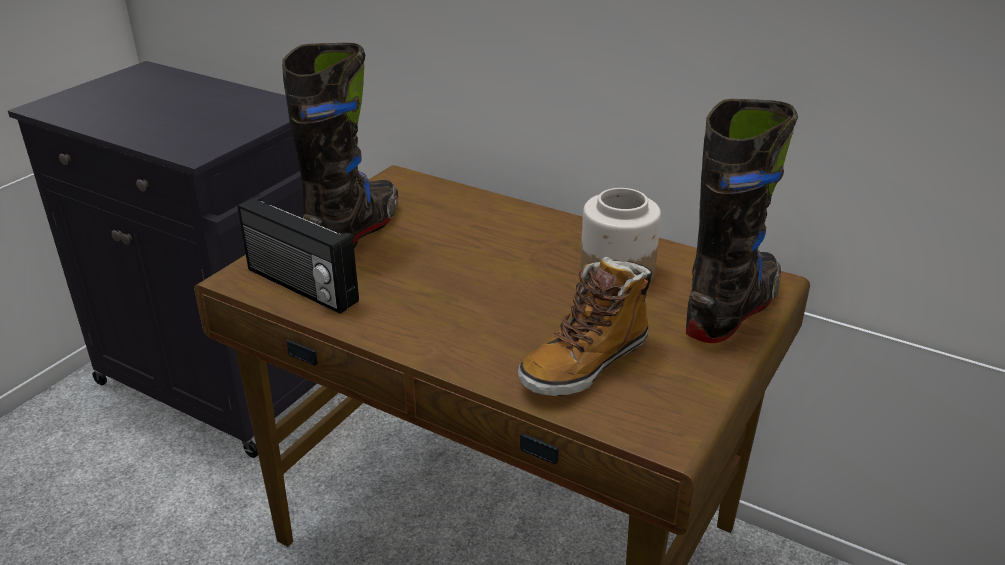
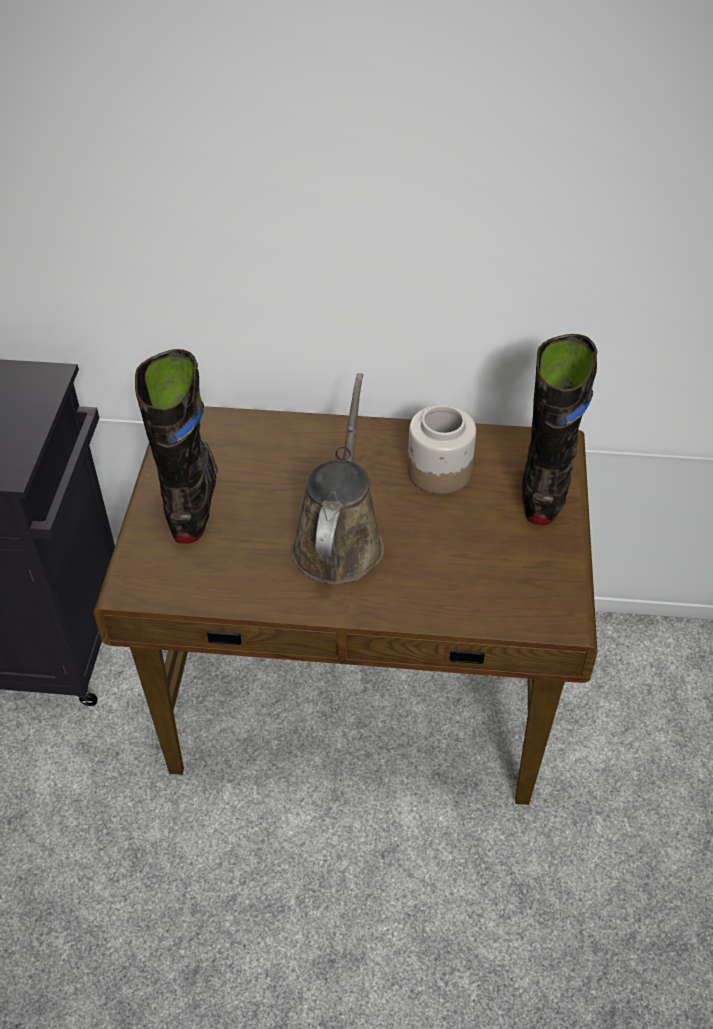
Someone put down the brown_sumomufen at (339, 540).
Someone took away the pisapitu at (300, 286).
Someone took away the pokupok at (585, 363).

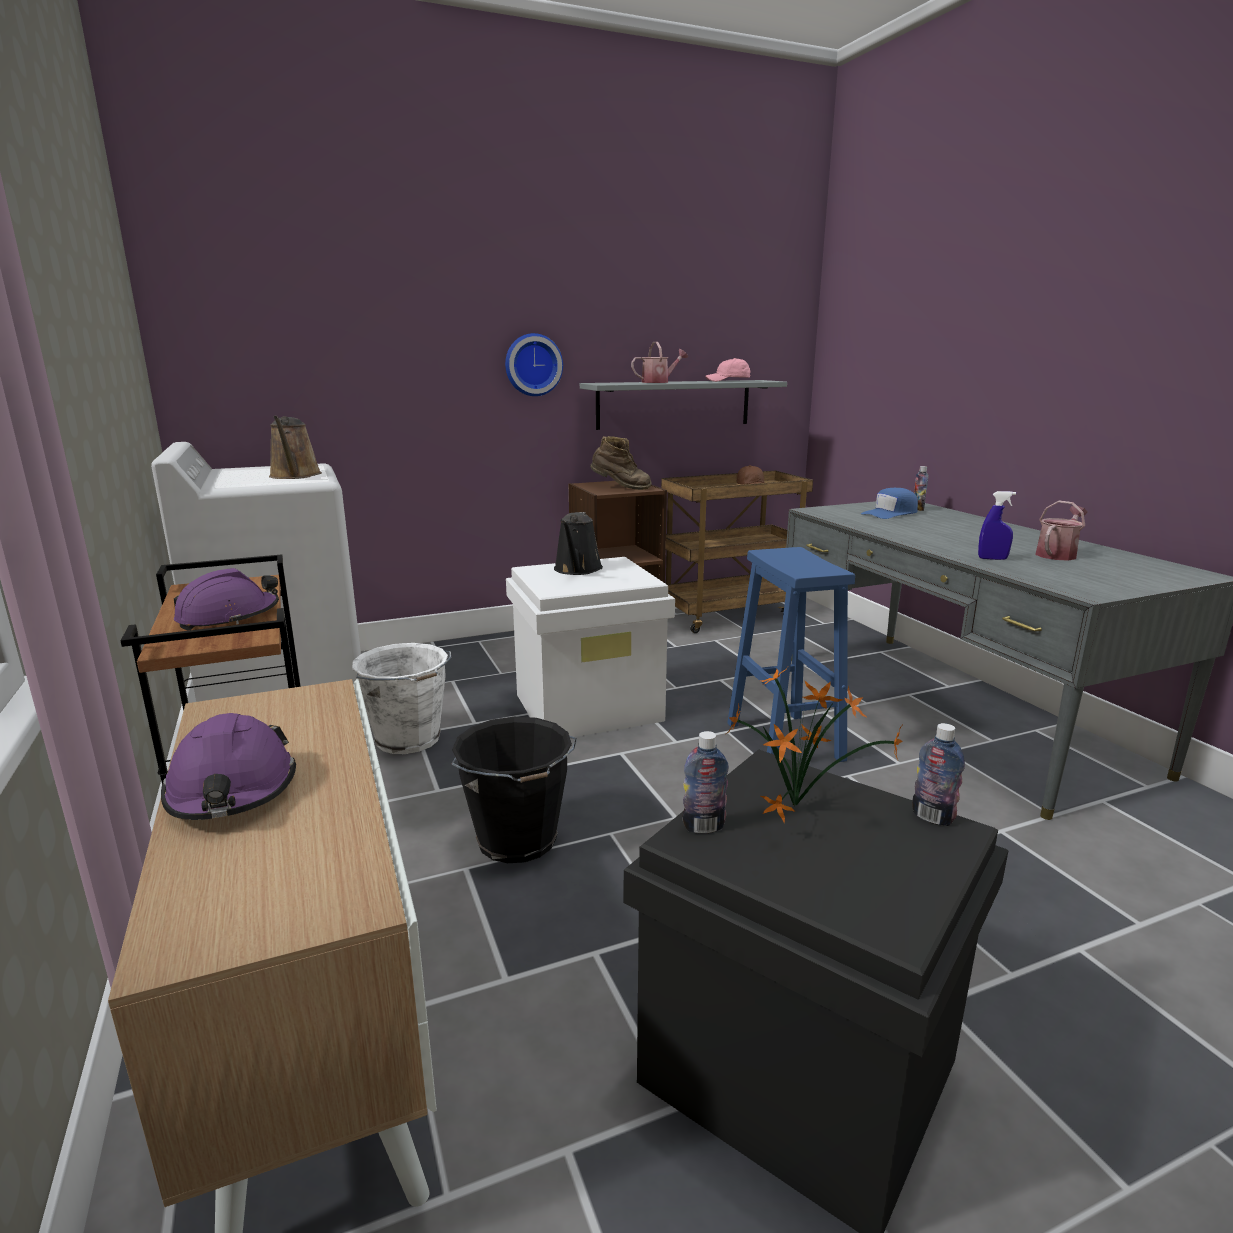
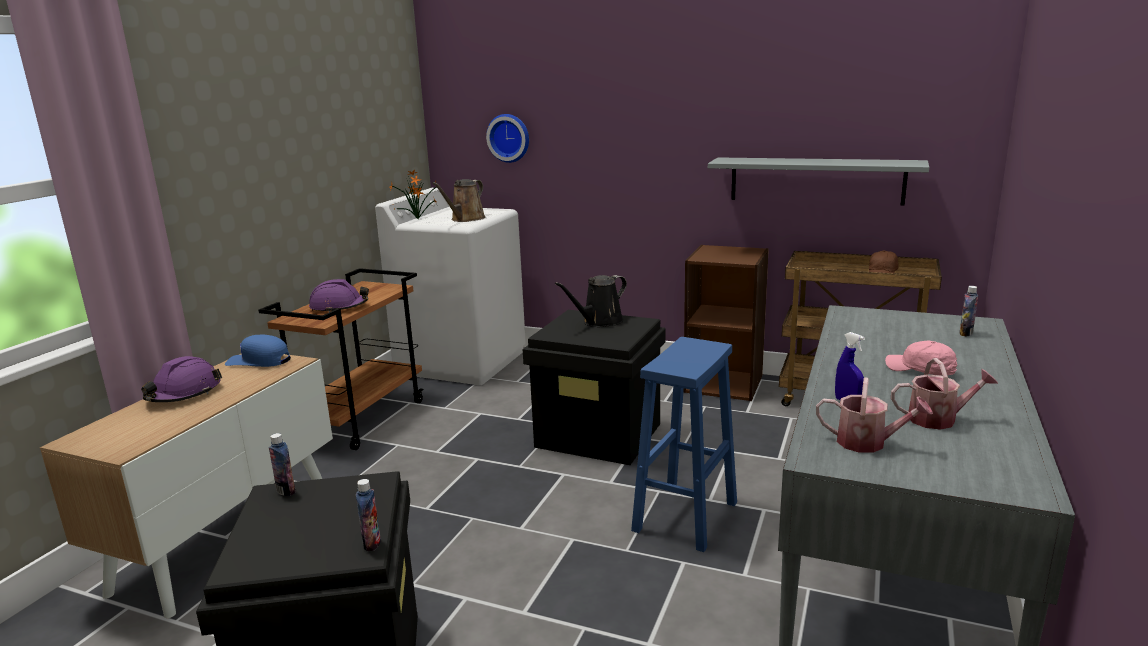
Someone carried the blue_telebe from (890, 513) to (259, 361).
Someone carried the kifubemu from (797, 806) to (419, 219).
Someone carried the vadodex from (532, 365) to (509, 138).
Someone repainted the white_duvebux at (589, 707), which became the black_duvebux at (600, 435).
Someone carried the sumomufen from (658, 382) to (868, 443).
Someone carried the pink_telebe from (728, 381) to (920, 371).
Someone took away the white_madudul at (409, 740).
Someone took away the black_madudul at (518, 841).
Someone took away the brown_pokupok at (620, 488).

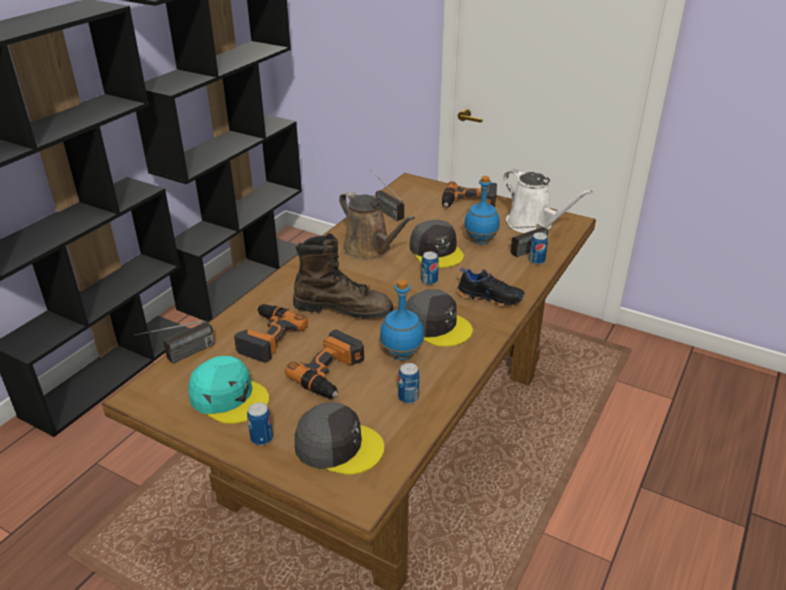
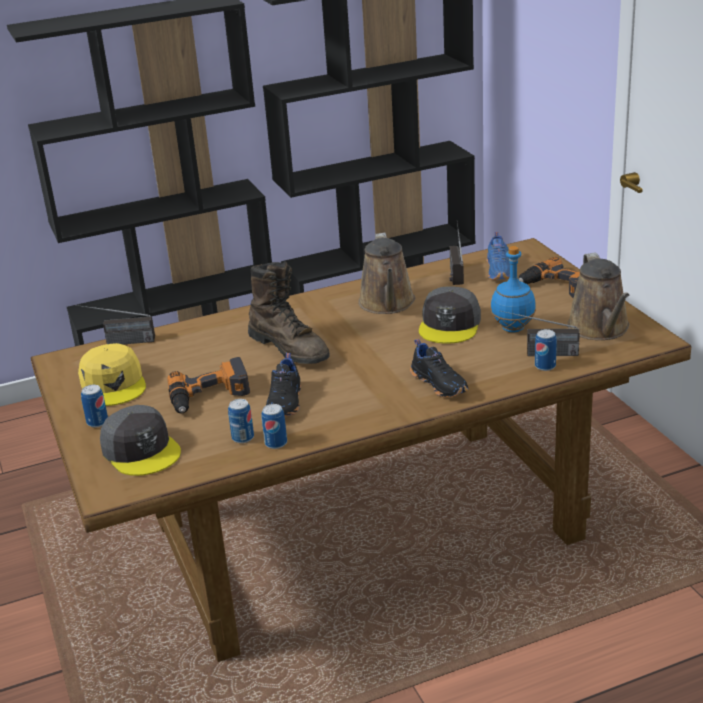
Someone repainted the turquoise_telebe at (229, 397), which became the yellow_telebe at (113, 384).
Someone carried the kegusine from (429, 281) to (276, 443).
Someone swapped the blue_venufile at (401, 354) for the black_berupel at (286, 403).
Someone put down the blue_berupel at (500, 271).
Someone repainted the white_sumomufen at (533, 224), which became the brown_sumomufen at (600, 329).
Someone took away the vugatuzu at (266, 336).
Someone took away the grey_telebe at (436, 325).

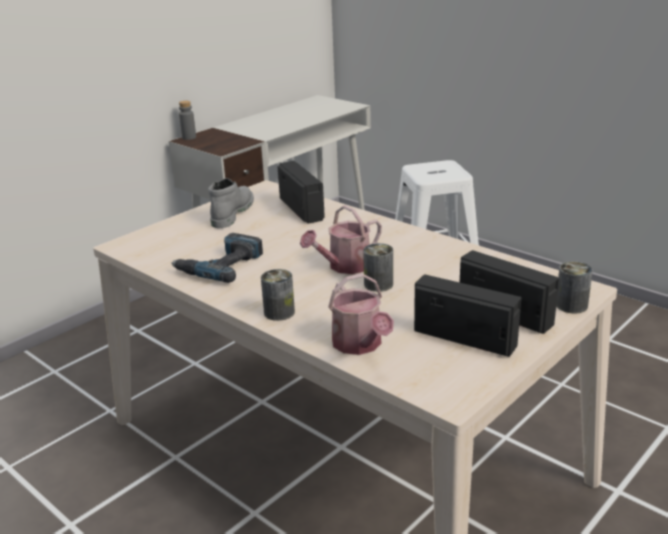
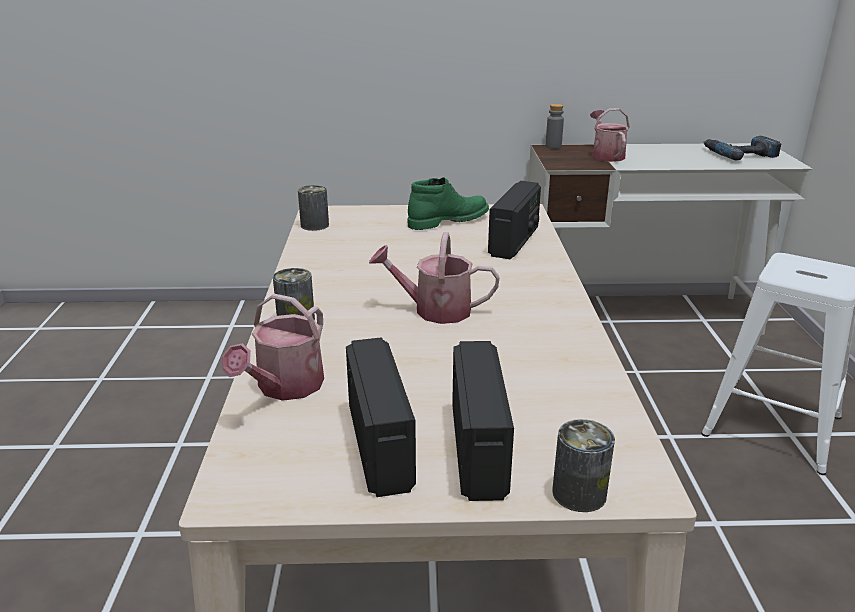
Someone carried the kegusine from (378, 284) to (314, 225).
Someone repainted the grey_pokupok at (231, 213), which became the green_pokupok at (447, 221).
Someone put down the sumomufen at (606, 155).
Someone carried the vugatuzu from (221, 265) to (740, 154).

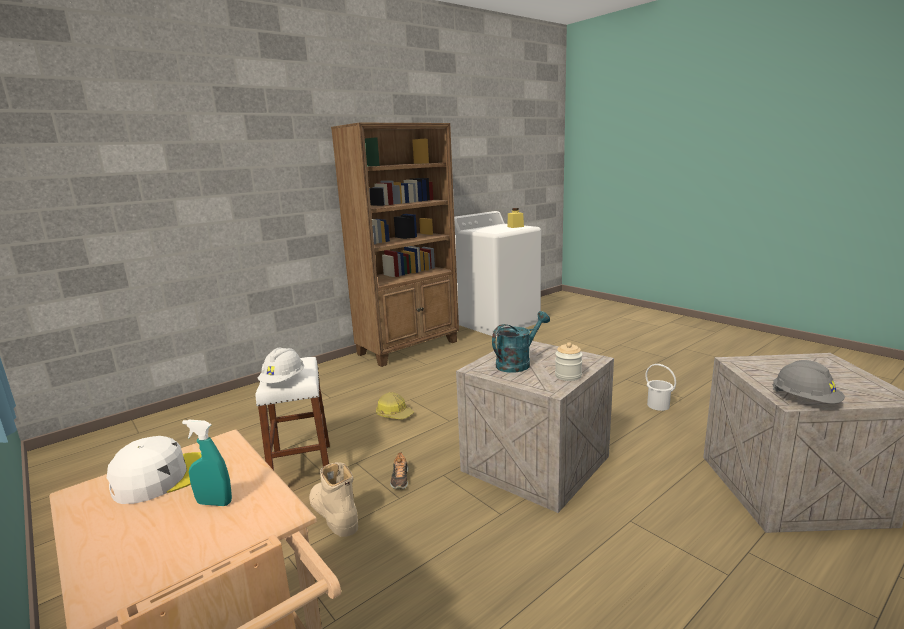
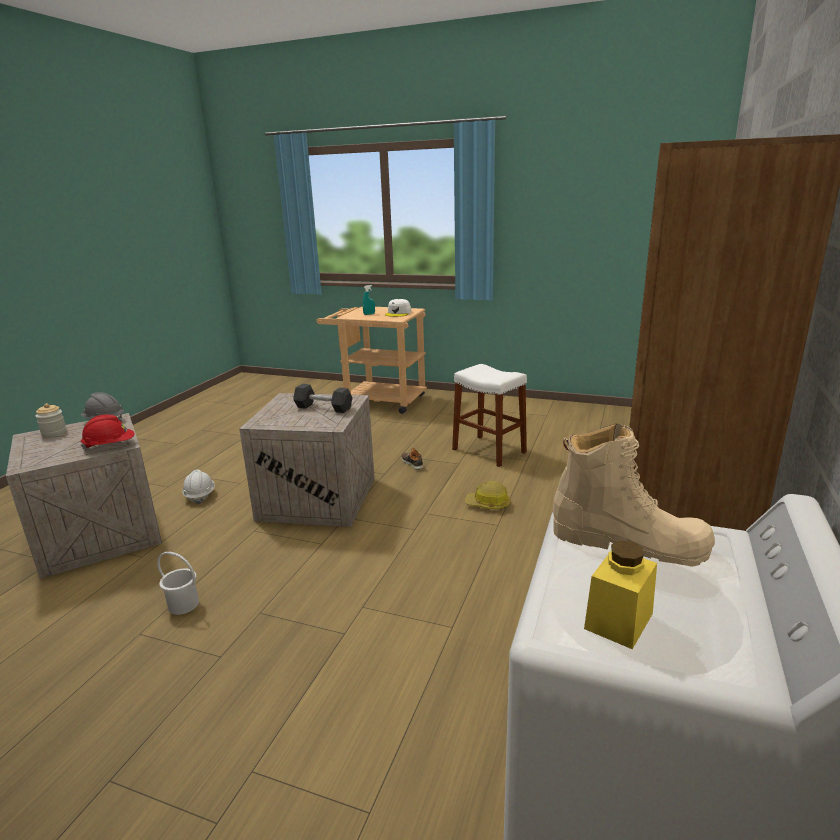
Someone carried the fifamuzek from (568, 376) to (54, 432).
Someone put down the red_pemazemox at (110, 446).
Someone carried the white_pemazemox from (283, 381) to (200, 496).
Someone swapped the turquoise_sumomufen at (517, 363) for the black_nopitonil at (323, 408).
Someone carried the beige_pokupok from (334, 514) to (628, 542).

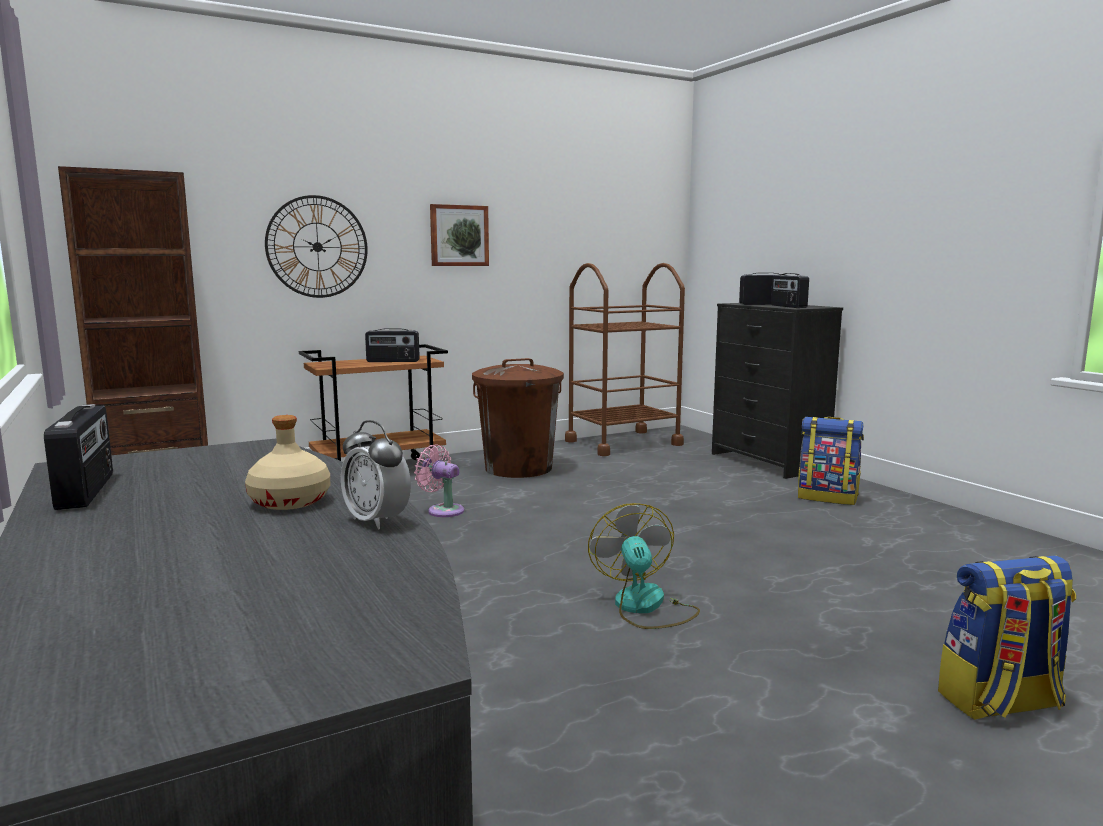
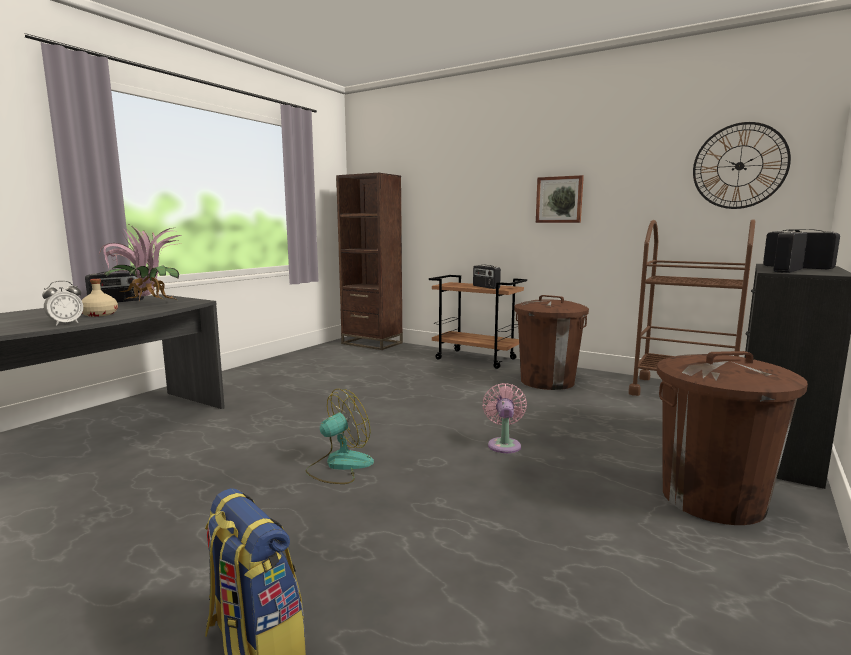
Someone rotated the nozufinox at (377, 521) by 150 degrees counterclockwise.
Someone put down the kifubemu at (147, 304).
Someone carried the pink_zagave from (443, 510) to (504, 444).
Someone swapped the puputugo at (827, 497) for the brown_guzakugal at (713, 499).
Someone carried the vadodex from (317, 247) to (739, 166).

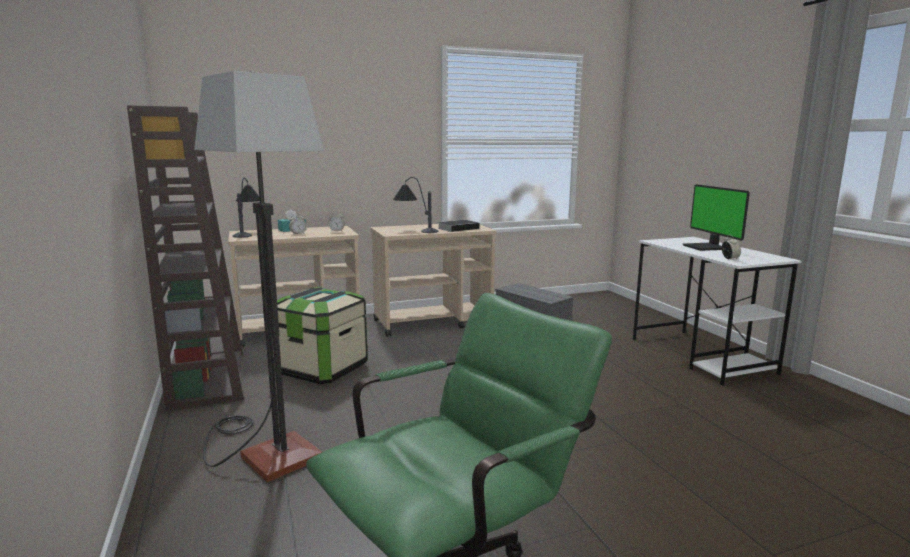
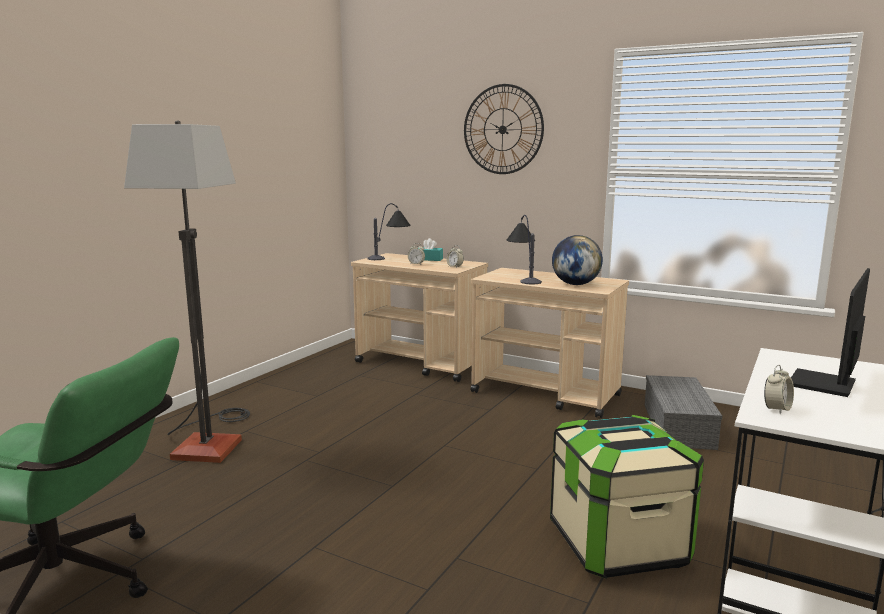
Someone put up the vadodex at (502, 129).
Someone carried the duvebux from (322, 369) to (618, 544).
Someone swapped the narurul at (459, 228) for the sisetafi at (575, 284).
Someone took away the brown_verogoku at (207, 378).

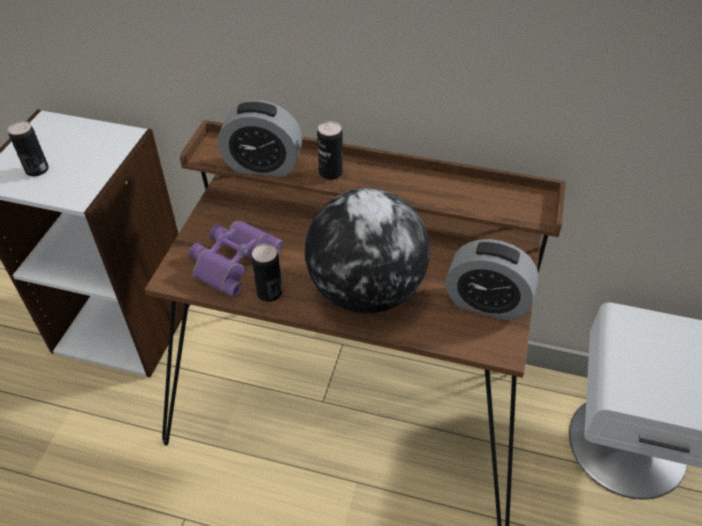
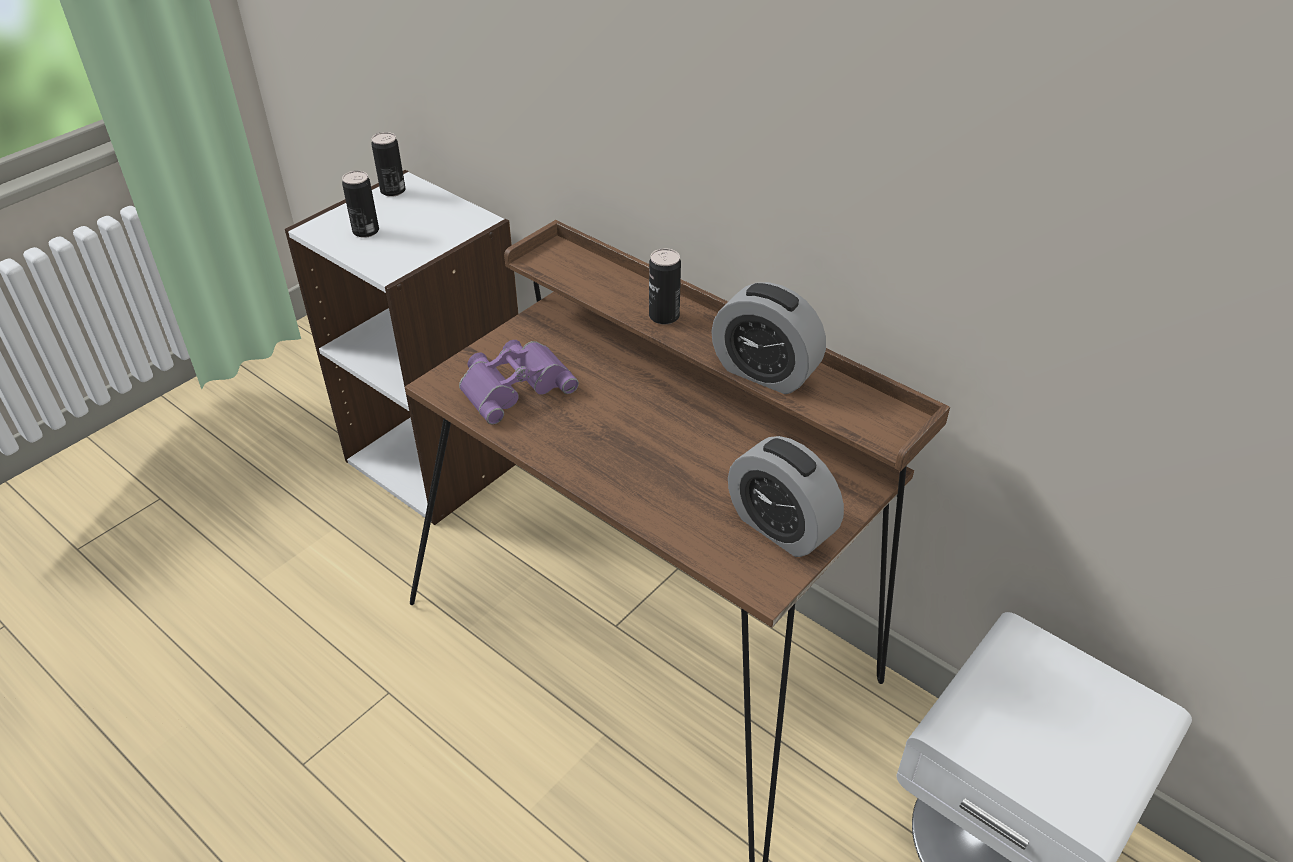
Someone carried the kegusine from (269, 293) to (393, 191).
Someone carried the nozufinox from (263, 165) to (765, 372).
Someone took away the sisetafi at (365, 290).

